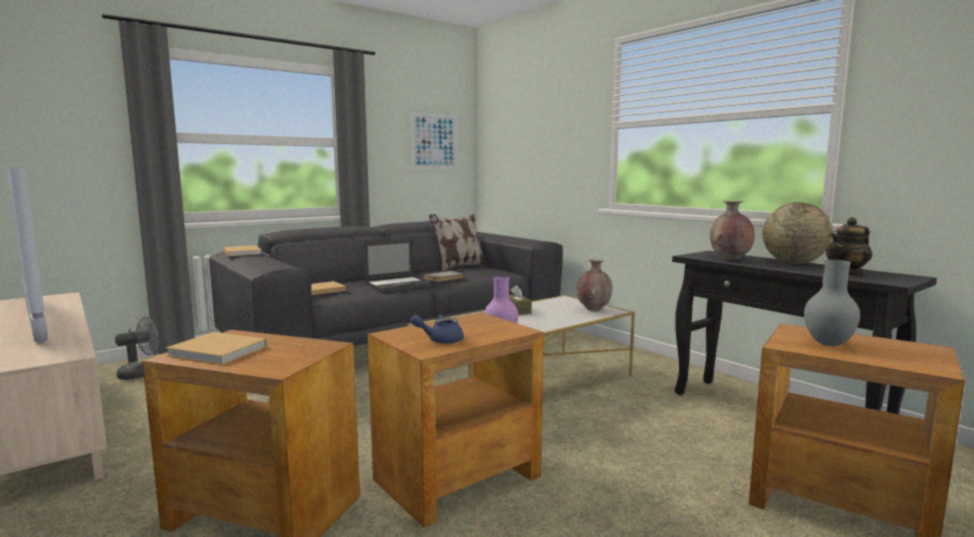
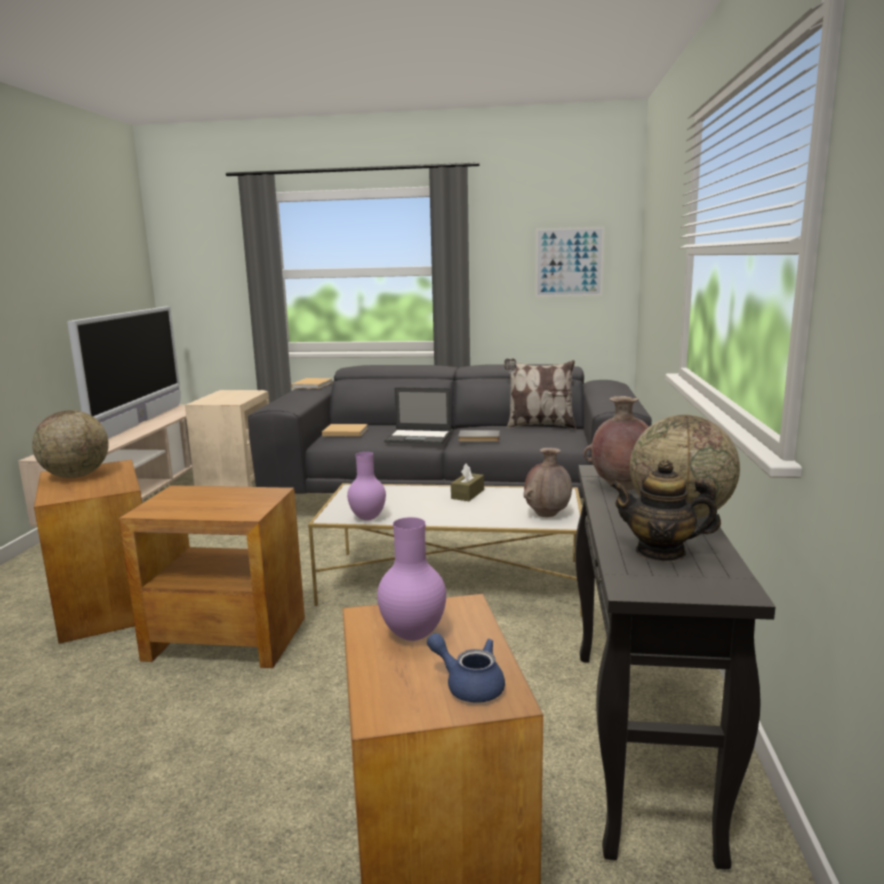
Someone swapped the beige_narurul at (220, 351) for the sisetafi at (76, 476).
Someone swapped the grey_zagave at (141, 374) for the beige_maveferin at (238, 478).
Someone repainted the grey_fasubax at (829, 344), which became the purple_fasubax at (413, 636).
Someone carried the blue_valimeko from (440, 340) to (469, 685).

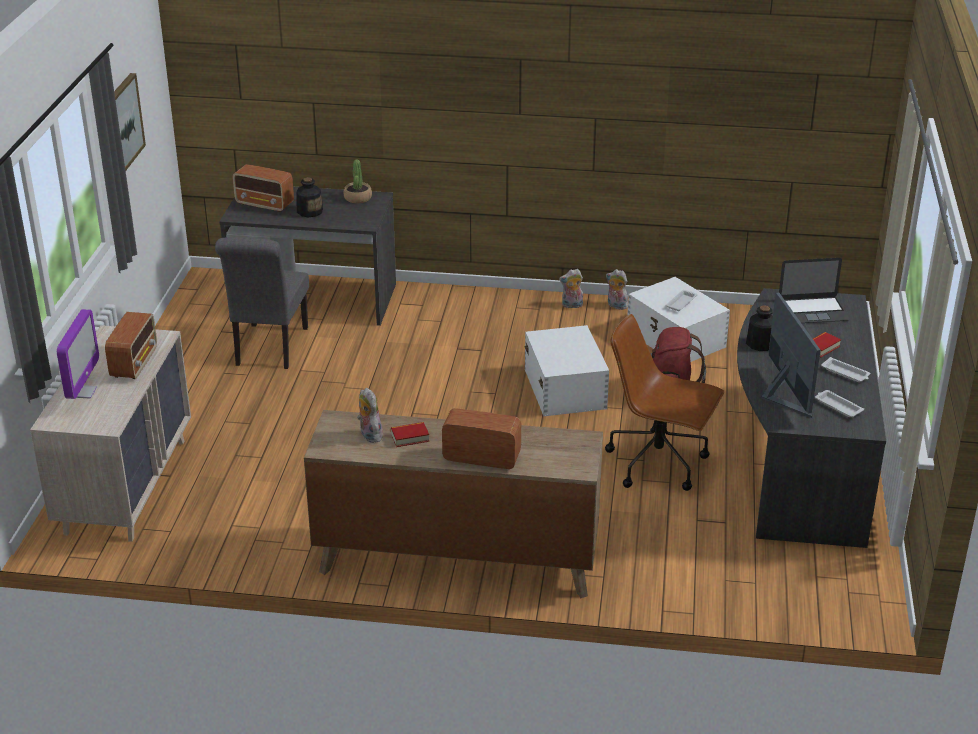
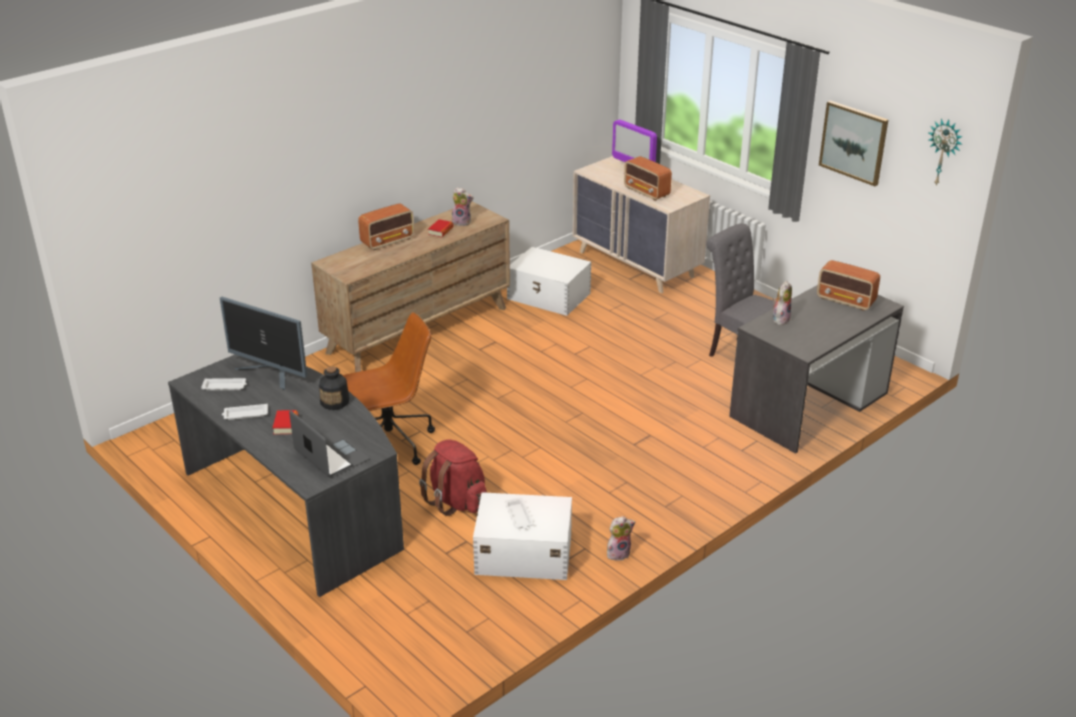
Someone rotated the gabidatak at (813, 310) by 105 degrees clockwise.
Someone carried the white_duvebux from (565, 388) to (549, 296).
Someone carried the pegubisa from (571, 306) to (780, 319).
Someone rotated the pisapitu at (265, 204) by 120 degrees counterclockwise.
Someone put up the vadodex at (944, 152).
Someone took away the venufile at (309, 211).
Someone took away the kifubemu at (357, 198).

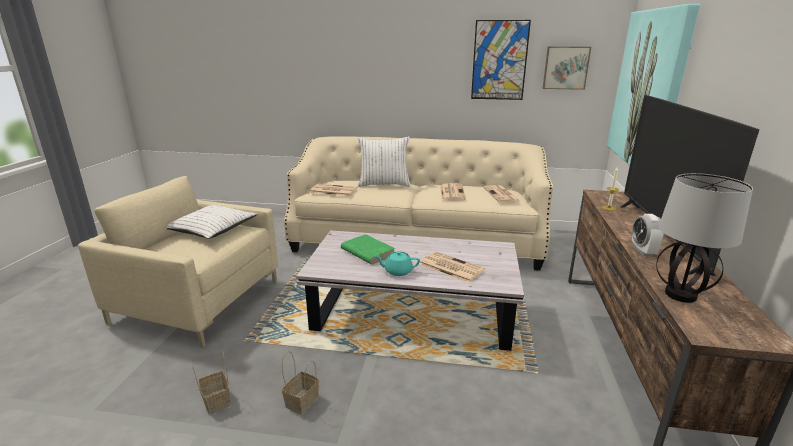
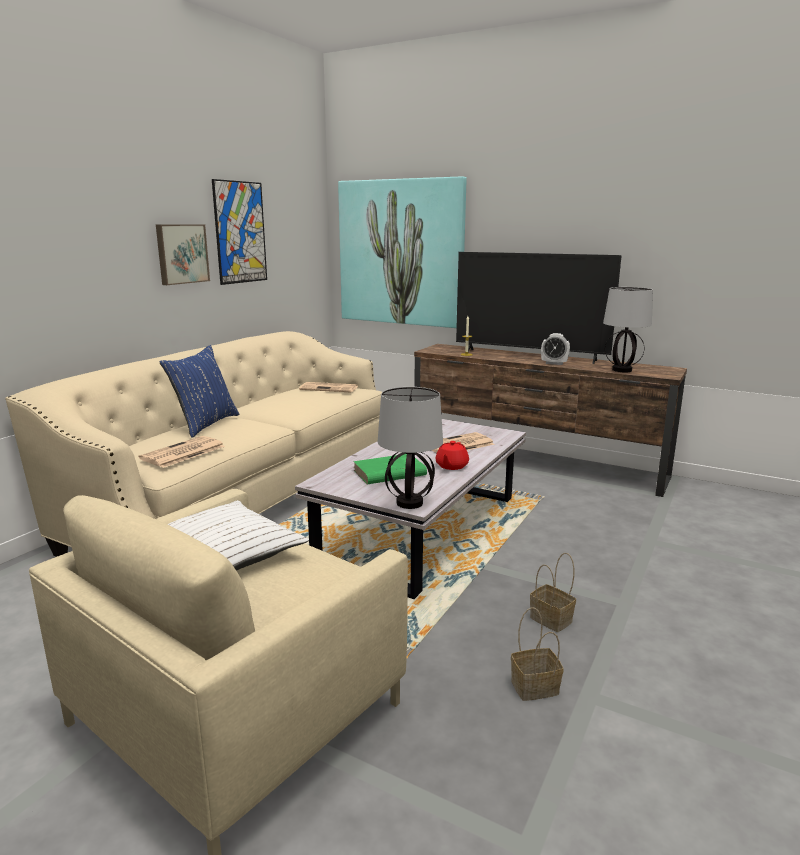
Someone carried the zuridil from (565, 68) to (181, 254).
Someone repainted the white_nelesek at (384, 184), which became the blue_nelesek at (205, 424).
Someone put down the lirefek at (410, 503).
Someone repainted the turquoise_valimeko at (397, 271), which became the red_valimeko at (451, 466).
Someone took away the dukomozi at (451, 192).

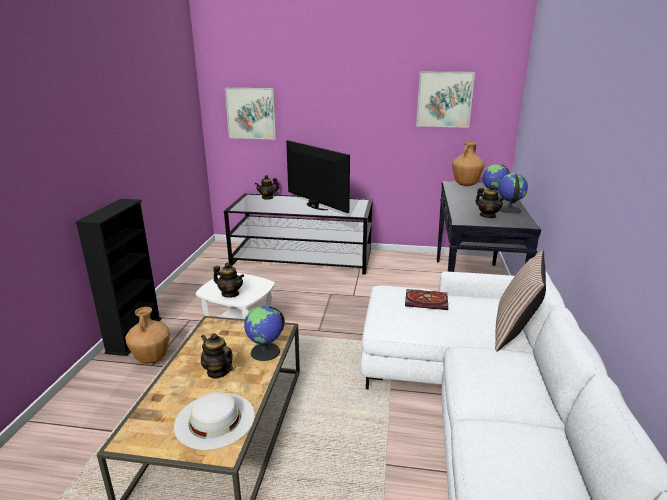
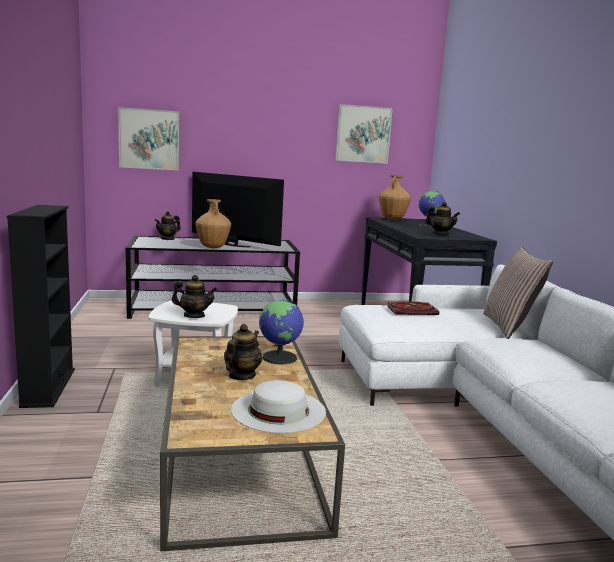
Someone carried the brown_fasubax from (152, 358) to (212, 247).
Someone rotated the valimeko at (218, 371) by 90 degrees clockwise.
Someone took away the sisetafi at (508, 210).

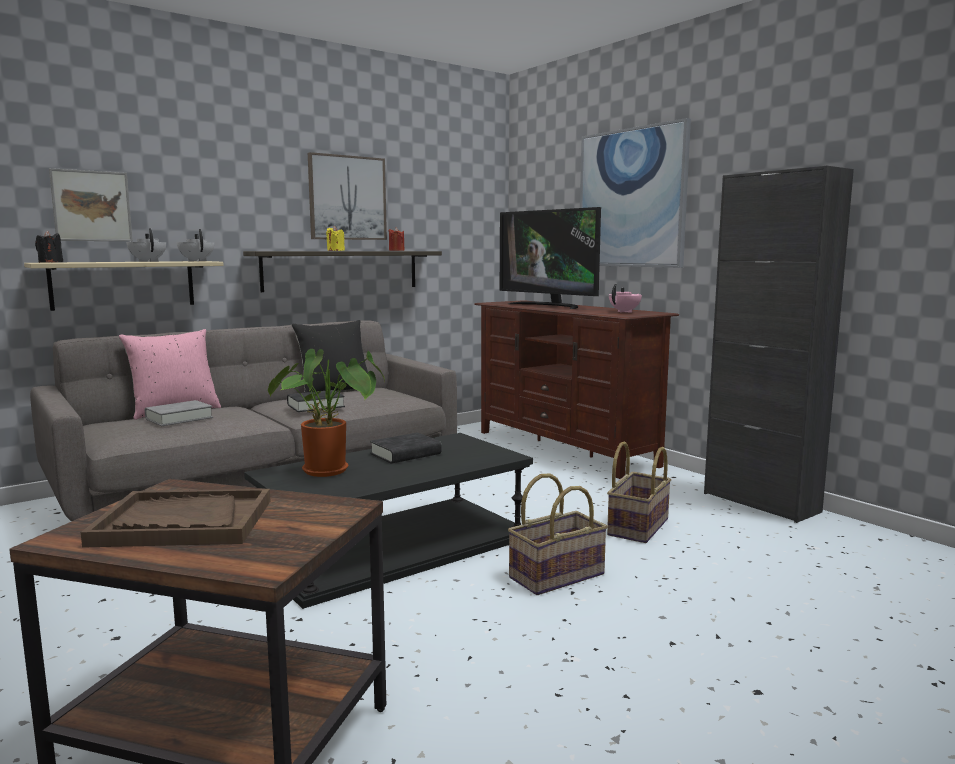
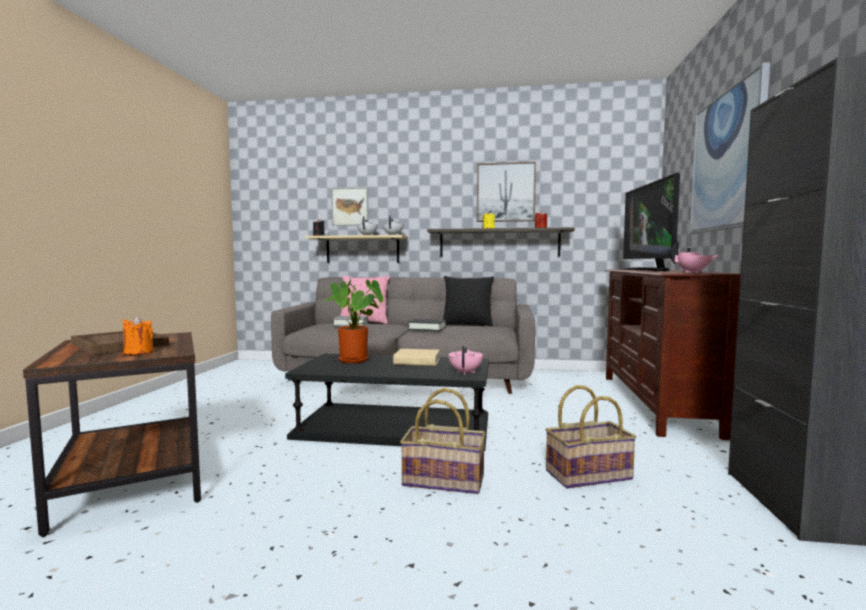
Someone put down the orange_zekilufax at (138, 352).
Someone repainted the black_narurul at (405, 454), which became the beige_narurul at (417, 362).
Someone put down the pink_valimeko at (465, 372).

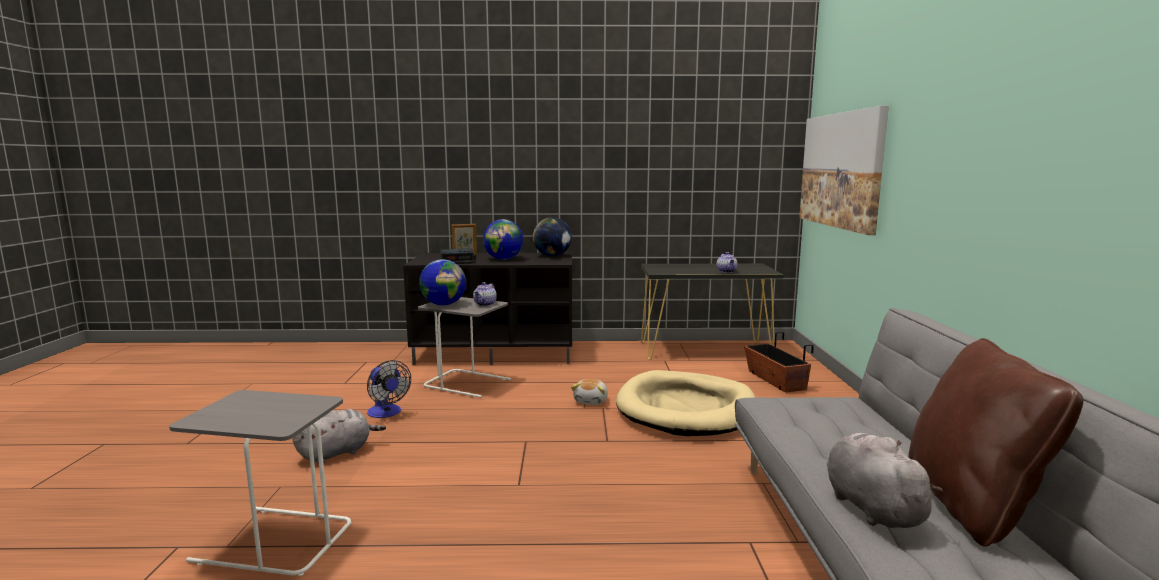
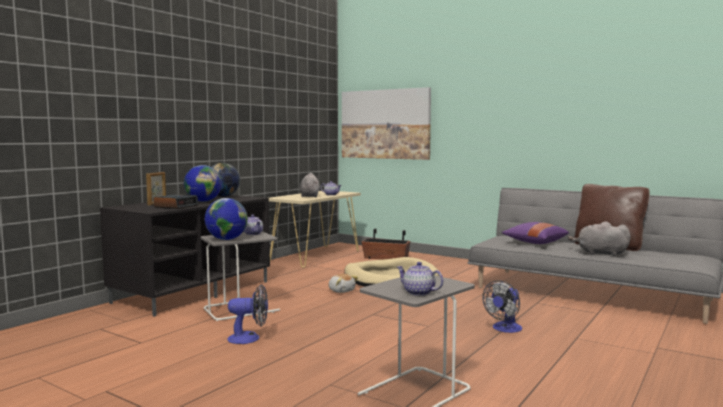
Someone repainted the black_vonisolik at (705, 350), which became the beige_vonisolik at (315, 256).
Someone carried the grey_pegubisa from (337, 452) to (309, 196).
Someone put down the valimeko at (418, 292).
Someone put down the zagave at (505, 329).
Someone put down the purple_nelesek at (534, 242).

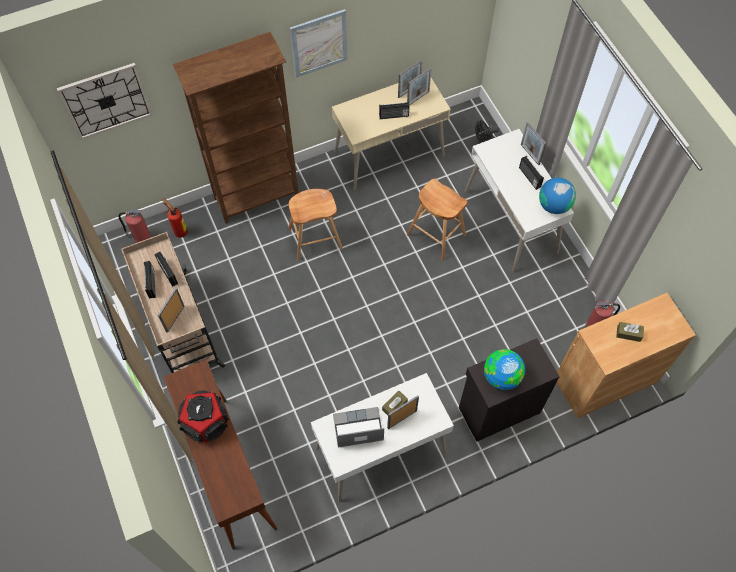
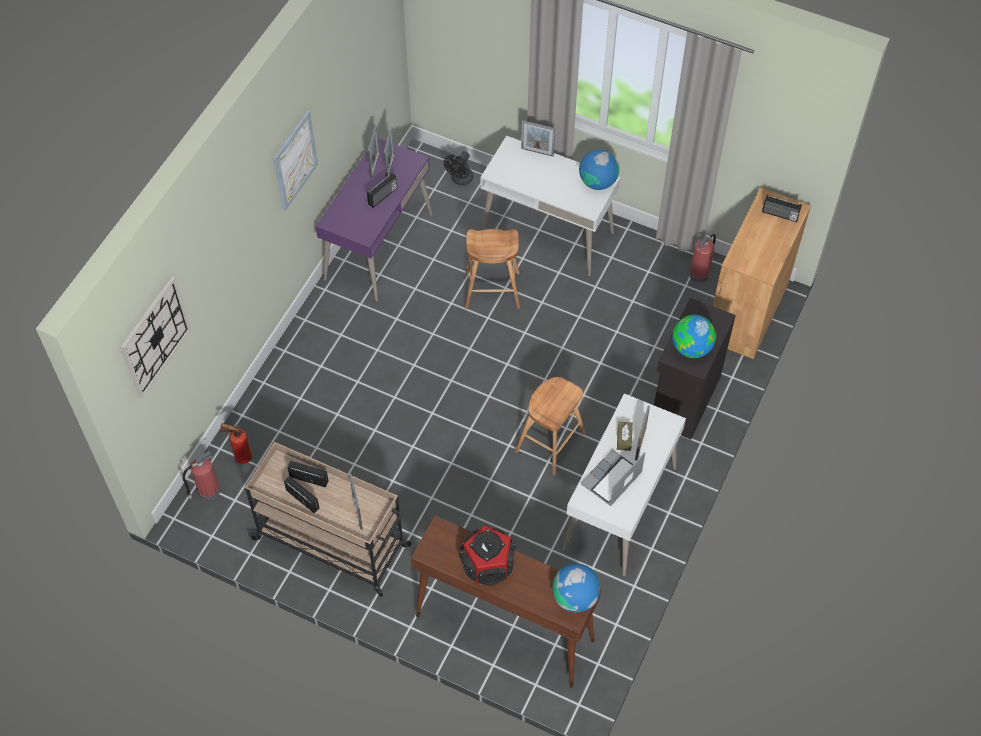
Someone repainted the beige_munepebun at (389, 154), which became the purple_munepebun at (378, 247).
Someone carried the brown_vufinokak from (315, 239) to (550, 442).
Someone put down the sisetafi at (575, 597).
Someone carried the pisapitu from (529, 177) to (780, 215).
Someone took away the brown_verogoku at (257, 197).
Someone took away the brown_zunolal at (628, 334).

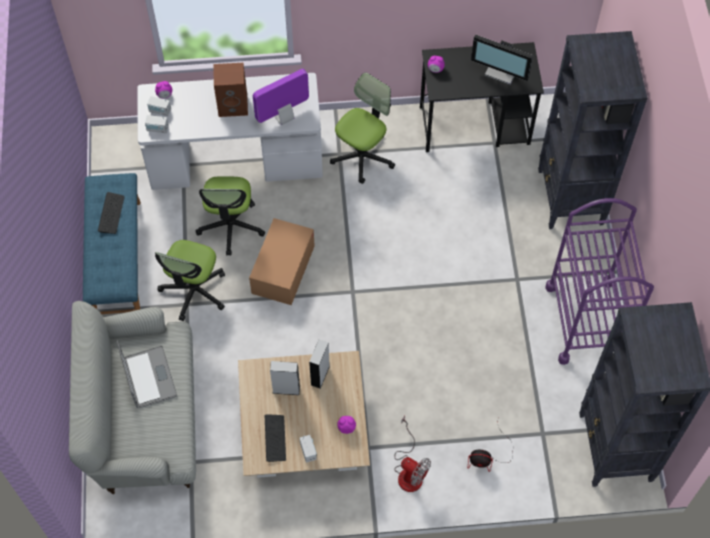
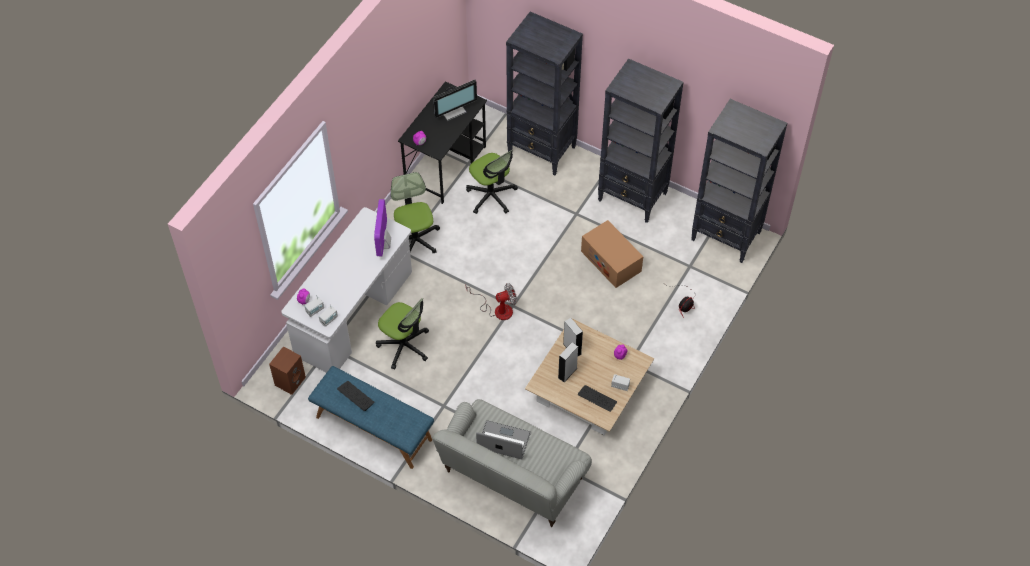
Someone carried the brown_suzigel from (234, 105) to (290, 380).
Someone carried the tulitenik from (194, 291) to (491, 196).
Someone carried the zagave from (409, 471) to (497, 309).
Someone carried the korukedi from (283, 269) to (611, 261).
Someone swapped the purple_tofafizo at (586, 321) for the black_verogoku at (633, 197).

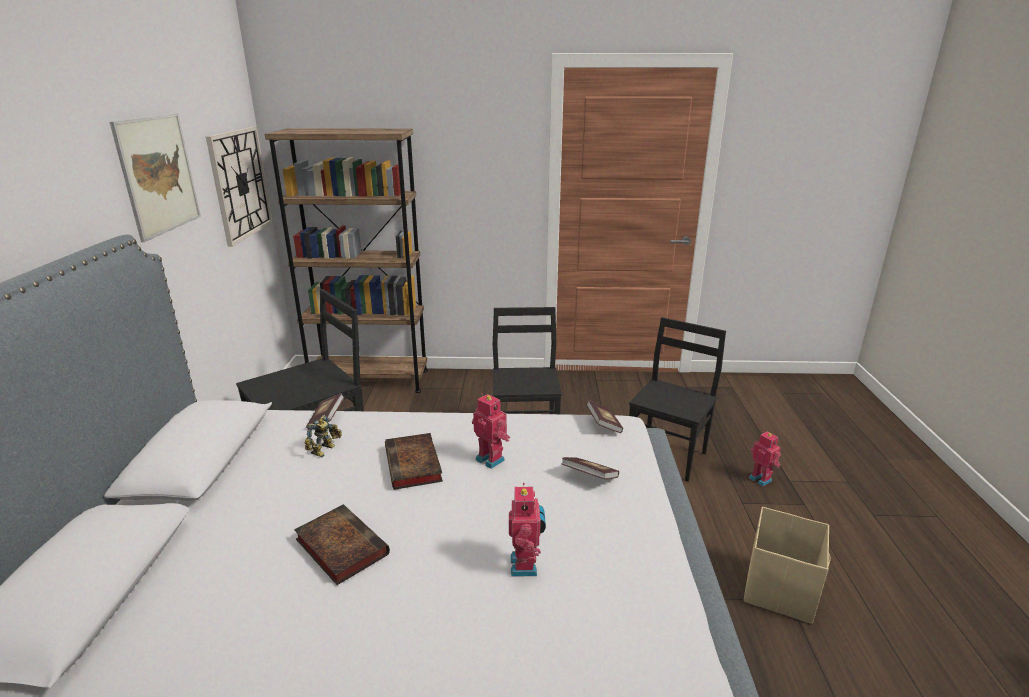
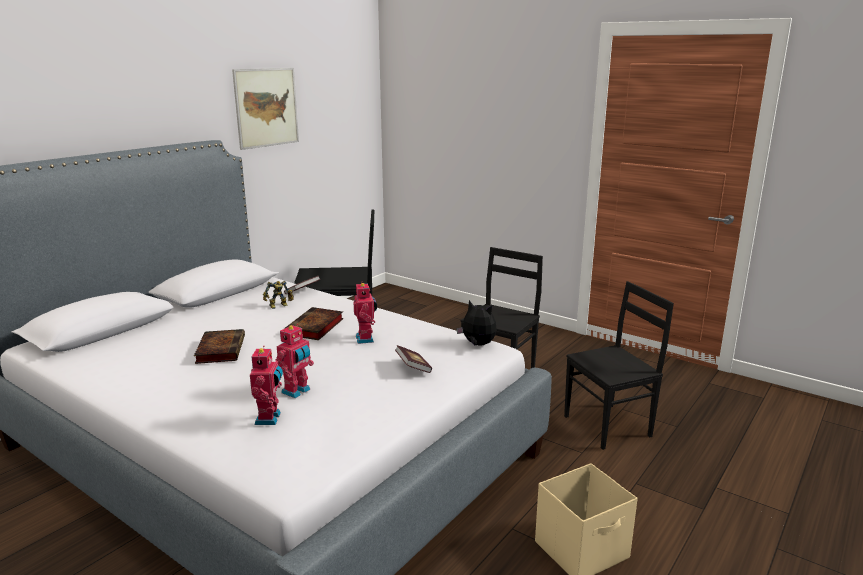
Someone carried the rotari from (761, 479) to (270, 418).
Someone swapped the narurul at (603, 425) for the pegubisa at (477, 345).
Someone took away the vadodex at (240, 184).
Someone took away the brown_verogoku at (369, 380).

